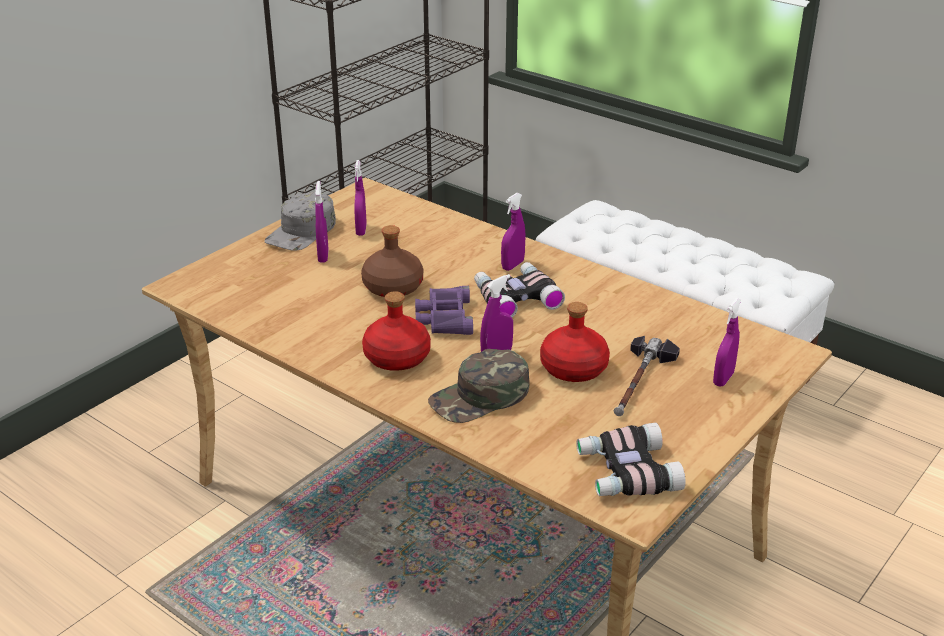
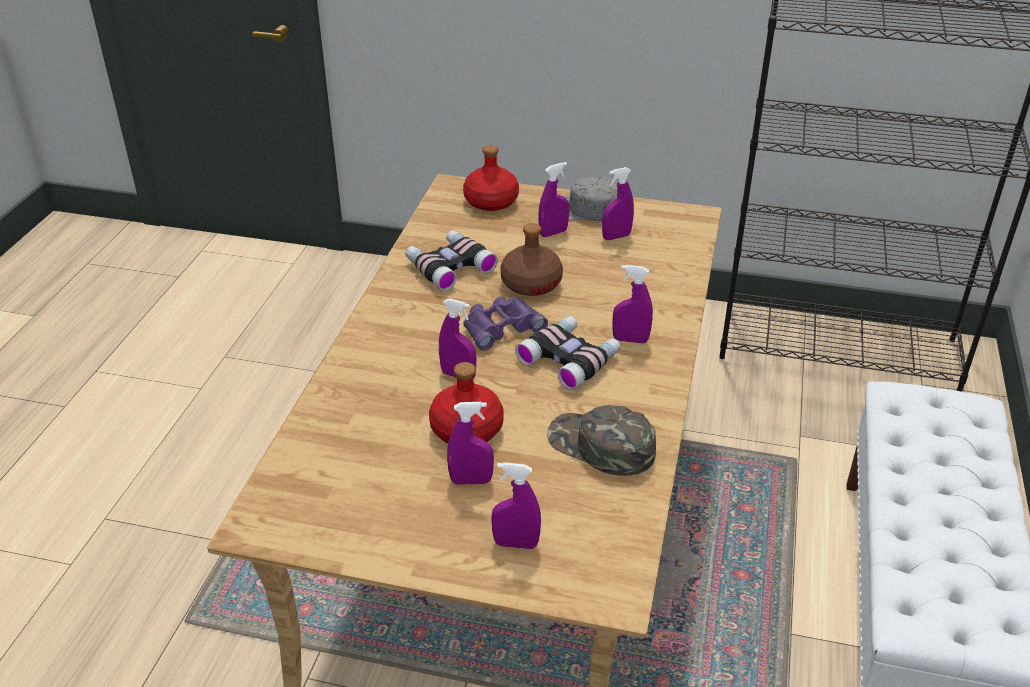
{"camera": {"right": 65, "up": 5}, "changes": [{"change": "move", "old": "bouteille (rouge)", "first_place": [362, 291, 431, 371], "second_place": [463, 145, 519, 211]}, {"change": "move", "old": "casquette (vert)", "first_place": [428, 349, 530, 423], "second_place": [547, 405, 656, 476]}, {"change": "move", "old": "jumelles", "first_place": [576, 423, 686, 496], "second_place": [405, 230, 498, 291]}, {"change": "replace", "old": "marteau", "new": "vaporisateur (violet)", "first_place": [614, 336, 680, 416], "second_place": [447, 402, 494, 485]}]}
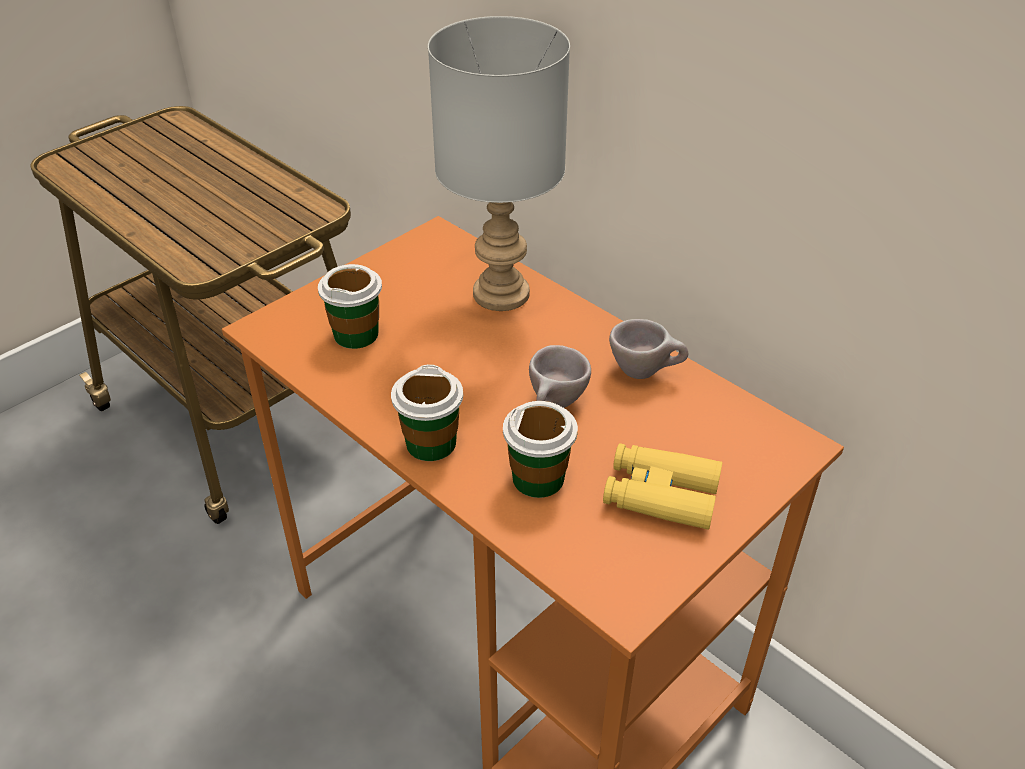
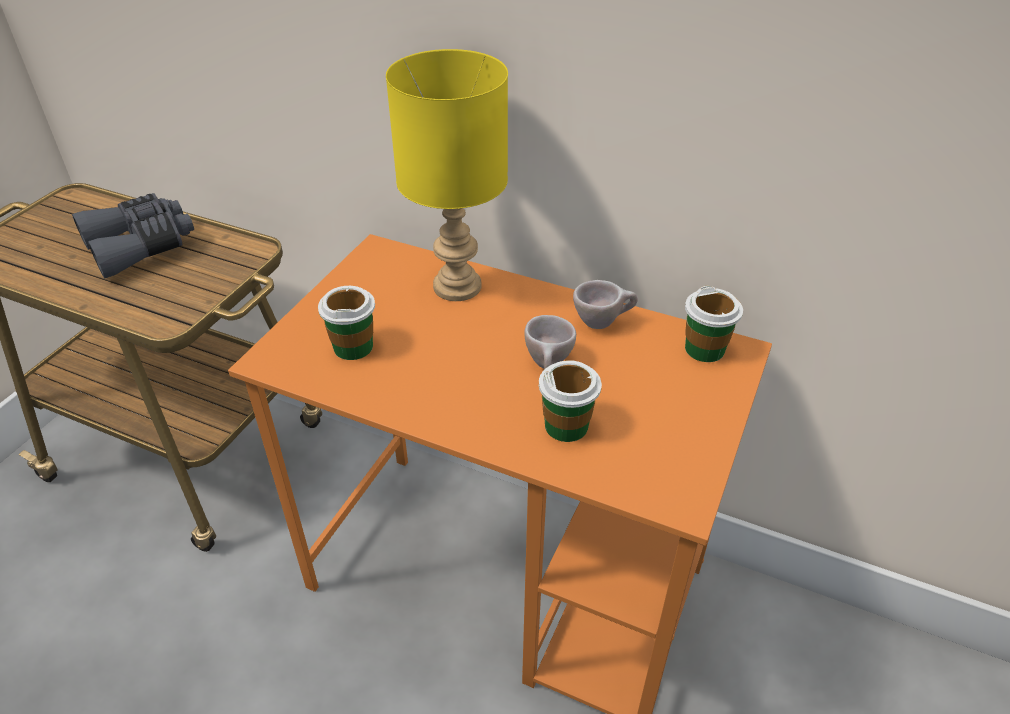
{"camera": {"right": -20, "up": 0}, "changes": [{"change": "move", "old": "tasse", "first_place": [391, 364, 463, 461], "second_place": [685, 286, 743, 362]}, {"change": "recolor", "old": "lampe de table (gris)", "new": "lampe de table (jaune)", "first_place": [428, 16, 570, 311], "second_place": [386, 49, 508, 301]}, {"change": "delete", "old": "jumelles (jaune)", "first_place": [603, 443, 722, 530]}, {"change": "insert", "new": "jumelles (gris)", "second_place": [72, 193, 194, 278]}]}
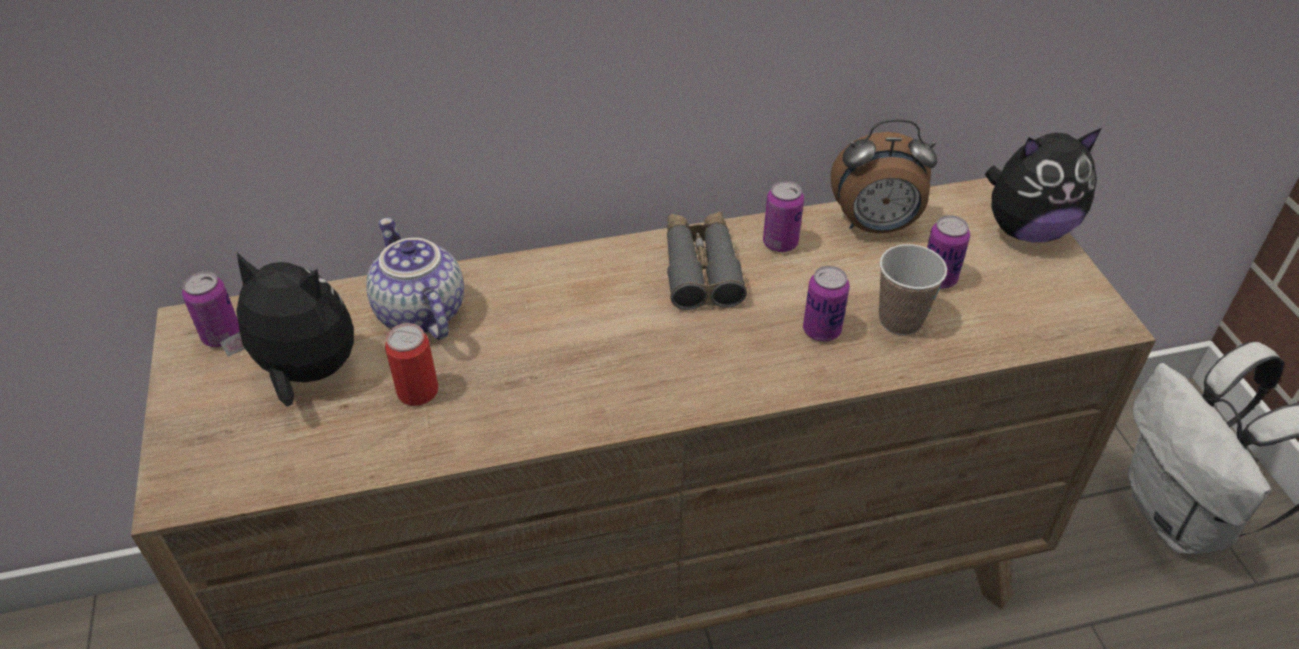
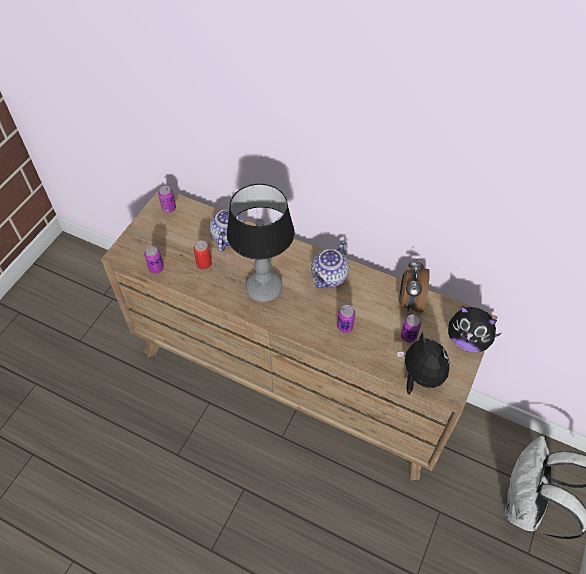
{"camera": {"right": 40, "up": 10}, "changes": [{"change": "move", "old": "peluche", "first_place": [220, 252, 354, 407], "second_place": [397, 332, 450, 394]}, {"change": "replace", "old": "jumelles (gris)", "new": "théière", "first_place": [667, 211, 747, 310], "second_place": [311, 241, 349, 288]}, {"change": "move", "old": "boîte métallique", "first_place": [763, 181, 804, 252], "second_place": [144, 246, 164, 274]}, {"change": "rotate", "old": "réveil", "first_place": [831, 119, 937, 233], "second_place": [399, 259, 430, 313], "degrees": 60}, {"change": "delete", "old": "tasse", "first_place": [879, 244, 947, 335]}, {"change": "insert", "new": "lampe de table", "second_place": [226, 184, 294, 303]}]}
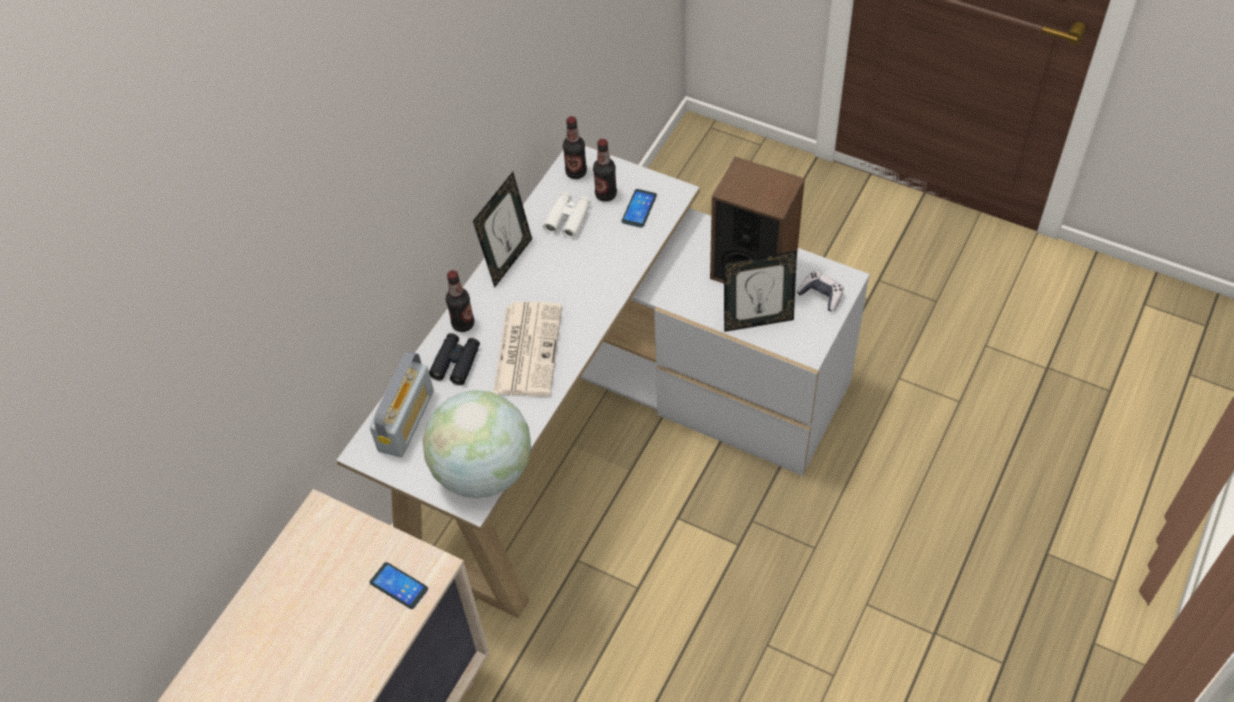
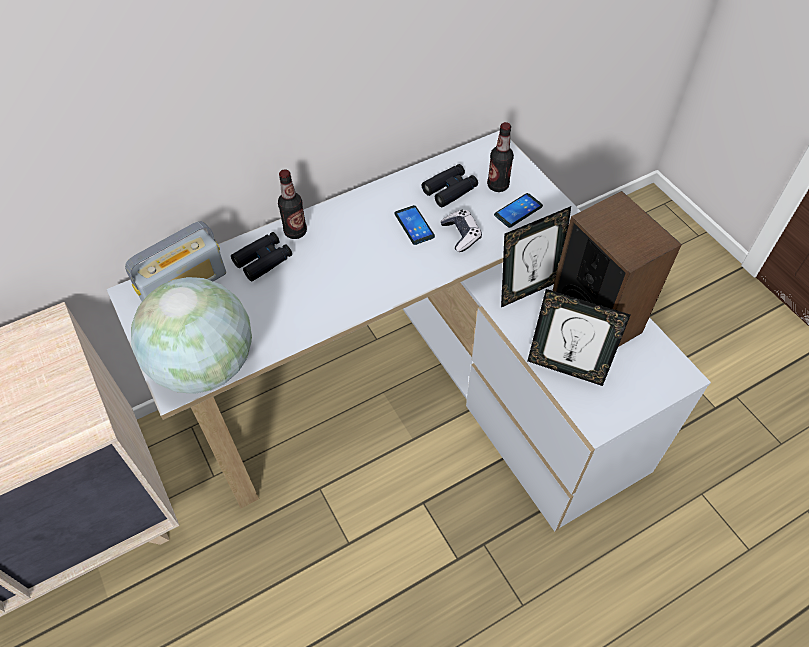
{"camera": {"right": 30, "up": 0}, "changes": [{"change": "move", "old": "téléphone", "first_place": [370, 562, 428, 609], "second_place": [394, 205, 435, 245]}, {"change": "move", "old": "cadre photo", "first_place": [473, 172, 532, 288], "second_place": [501, 206, 571, 307]}, {"change": "delete", "old": "journal", "first_place": [493, 302, 562, 396]}, {"change": "recolor", "old": "jumelles (blanc)", "new": "jumelles (noir)", "first_place": [543, 192, 591, 238], "second_place": [422, 164, 478, 207]}, {"change": "delete", "old": "bouteille", "first_place": [563, 116, 587, 179]}, {"change": "move", "old": "manette", "first_place": [796, 271, 844, 311], "second_place": [441, 210, 482, 252]}]}
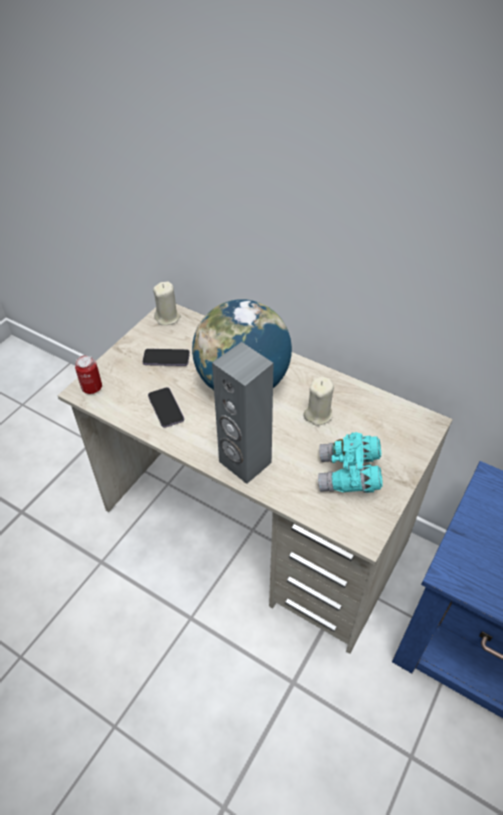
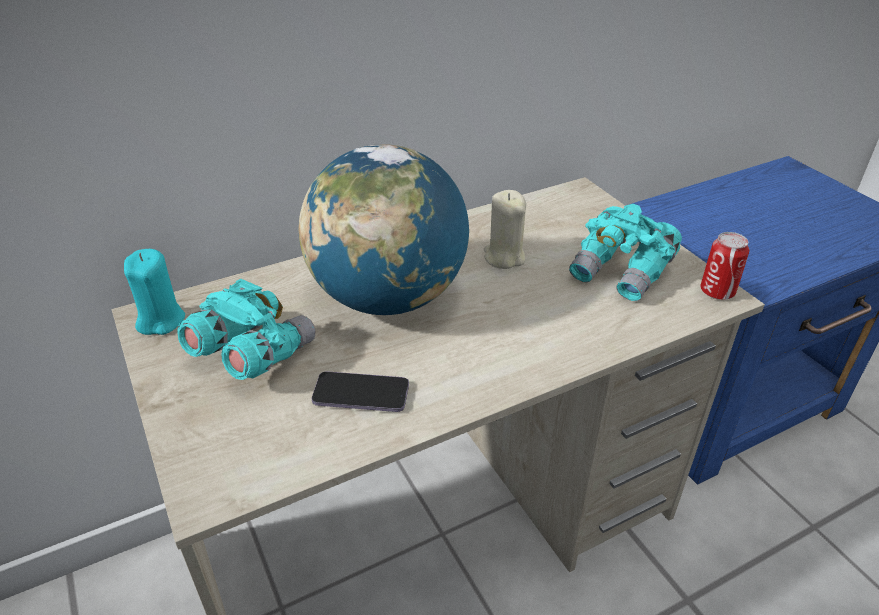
{"camera": {"right": -60, "up": -10}, "changes": [{"change": "move", "old": "boîte métallique", "first_place": [75, 355, 102, 394], "second_place": [700, 232, 749, 300]}, {"change": "replace", "old": "téléphone", "new": "jumelles (turquoise)", "first_place": [142, 349, 190, 366], "second_place": [177, 279, 315, 380]}, {"change": "recolor", "old": "bougie (beige)", "new": "bougie (turquoise)", "first_place": [153, 282, 181, 325], "second_place": [124, 249, 185, 335]}, {"change": "delete", "old": "enceinte (gris)", "first_place": [212, 342, 274, 484]}]}
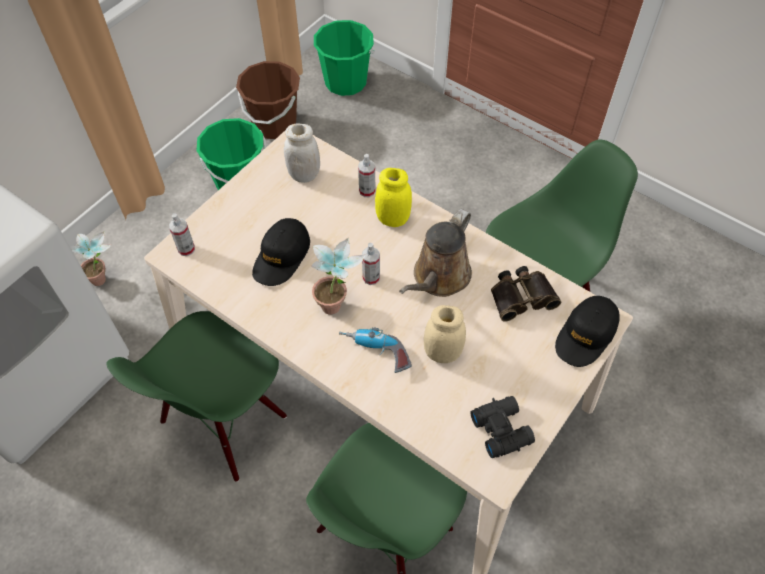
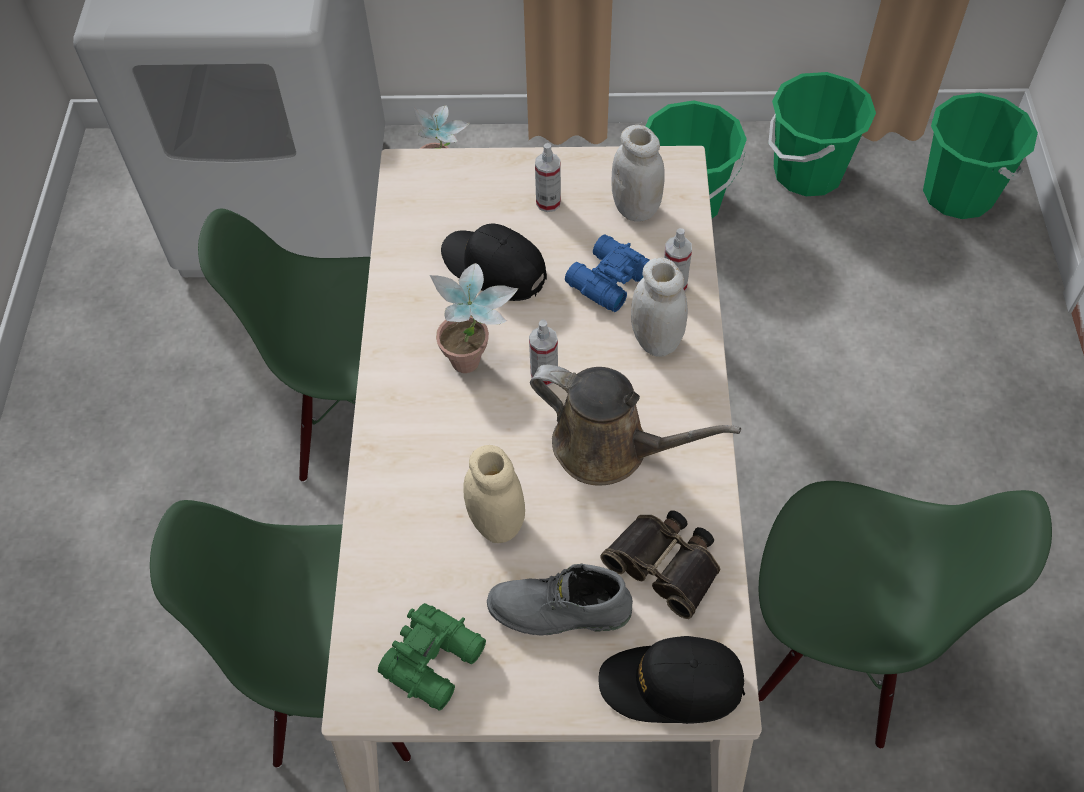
{"camera": {"right": 55, "up": 0}, "changes": [{"change": "move", "old": "vaporisateur", "first_place": [169, 213, 195, 256], "second_place": [535, 143, 561, 212]}, {"change": "recolor", "old": "seau (marron)", "new": "seau (vert)", "first_place": [236, 61, 300, 139], "second_place": [768, 72, 876, 196]}, {"change": "rotate", "old": "casquette (noir)", "first_place": [252, 218, 310, 286], "second_place": [441, 224, 547, 301], "degrees": 45}, {"change": "delete", "old": "perceuse", "first_place": [339, 327, 412, 373]}, {"change": "recolor", "old": "bocal (jaune)", "new": "bocal (blanc)", "first_place": [375, 168, 412, 227], "second_place": [631, 257, 688, 357]}, {"change": "rotate", "old": "arrosoir (marron)", "first_place": [399, 209, 472, 297], "second_place": [530, 364, 741, 486], "degrees": -150}, {"change": "recolor", "old": "jumelles (noir)", "new": "jumelles (vert)", "first_place": [470, 396, 535, 458], "second_place": [378, 603, 486, 710]}, {"change": "insert", "new": "botte (gris)", "second_place": [487, 563, 633, 636]}, {"change": "insert", "new": "jumelles (bleu)", "second_place": [565, 235, 650, 312]}]}
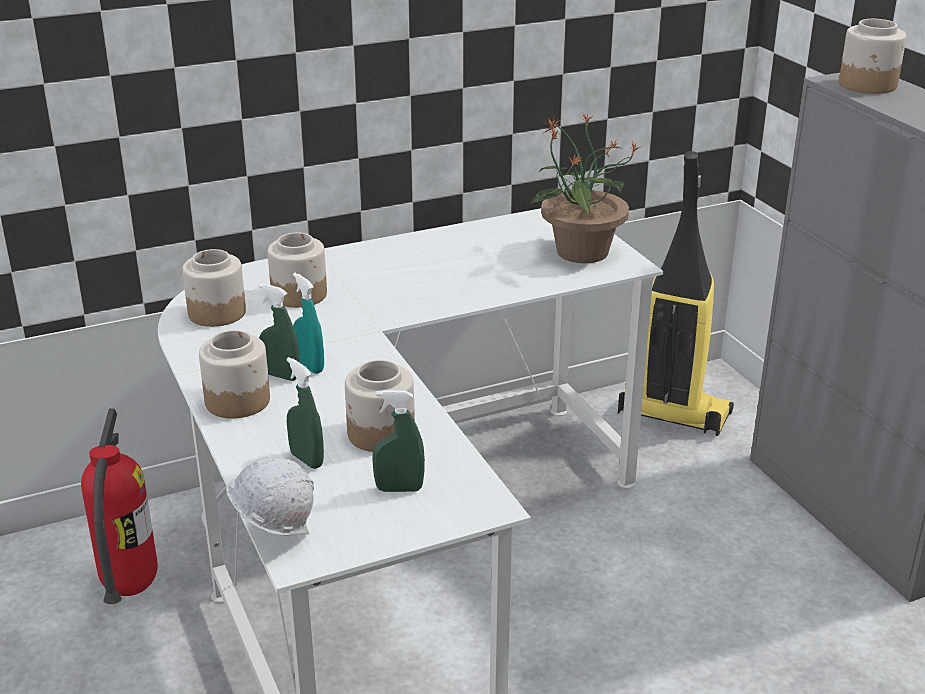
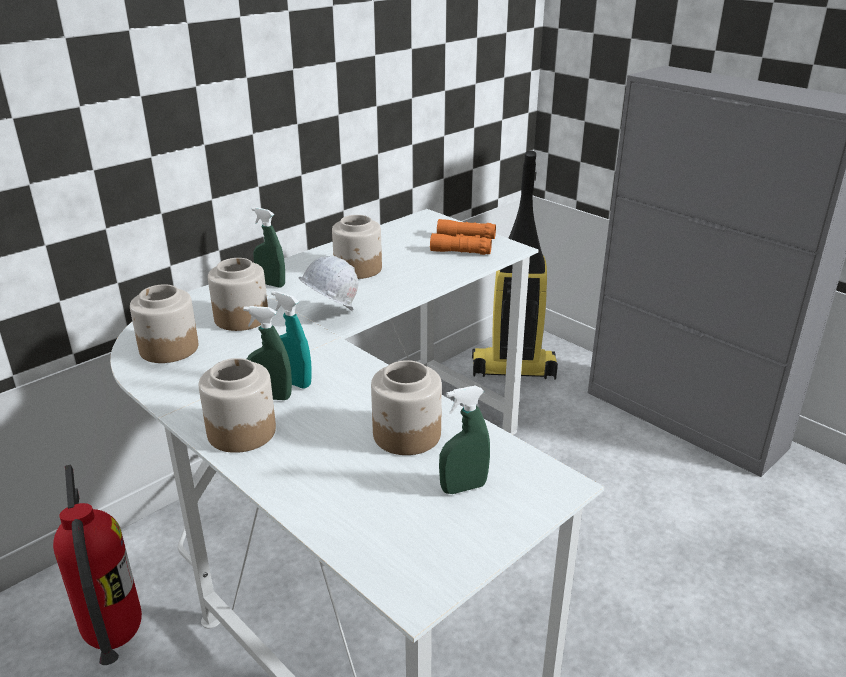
{"camera": {"right": -20, "up": 0}, "changes": [{"change": "move", "old": "casque de chantier (blanc)", "first_place": [226, 457, 314, 536], "second_place": [299, 255, 358, 311]}, {"change": "move", "old": "vaporisateur (vert)", "first_place": [287, 357, 324, 469], "second_place": [252, 207, 285, 288]}, {"change": "replace", "old": "plante en pot", "new": "jumelles (orange)", "first_place": [530, 113, 642, 263], "second_place": [430, 219, 496, 255]}, {"change": "move", "old": "bocal", "first_place": [839, 19, 907, 94], "second_place": [332, 215, 382, 279]}]}
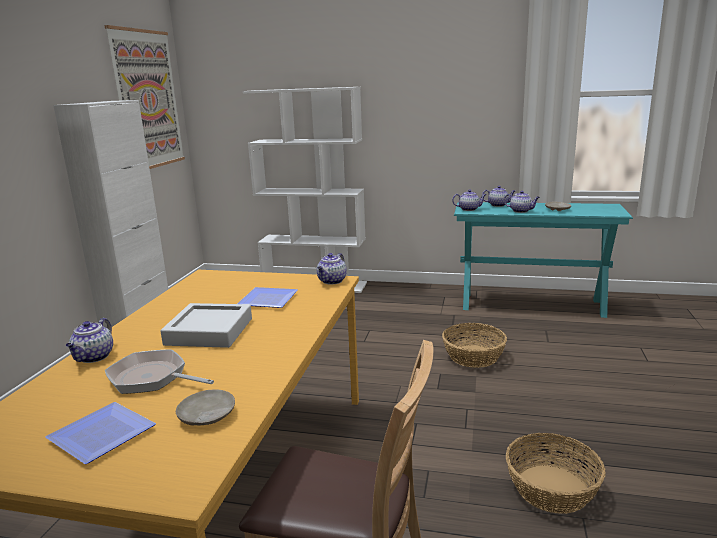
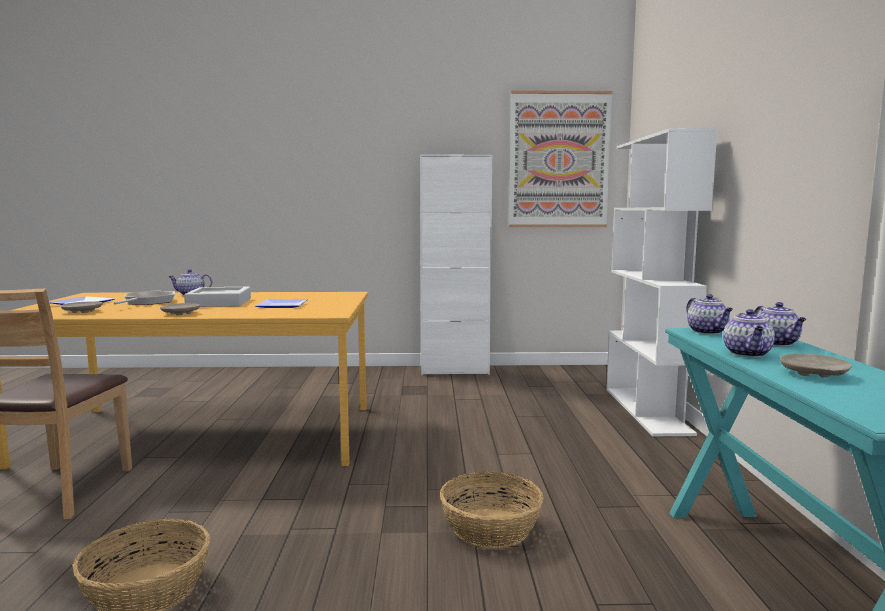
{"camera": {"right": 75, "up": -10}, "changes": [{"change": "delete", "old": "théière", "first_place": [317, 253, 347, 284]}, {"change": "insert", "new": "assiette (beige)", "second_place": [160, 303, 200, 315]}]}
